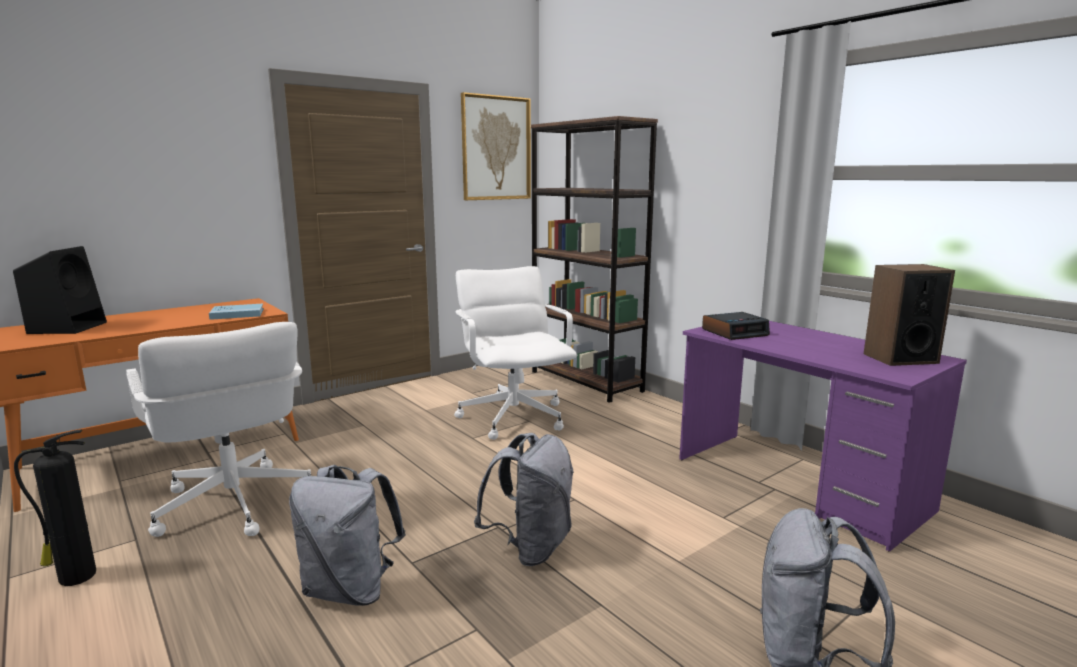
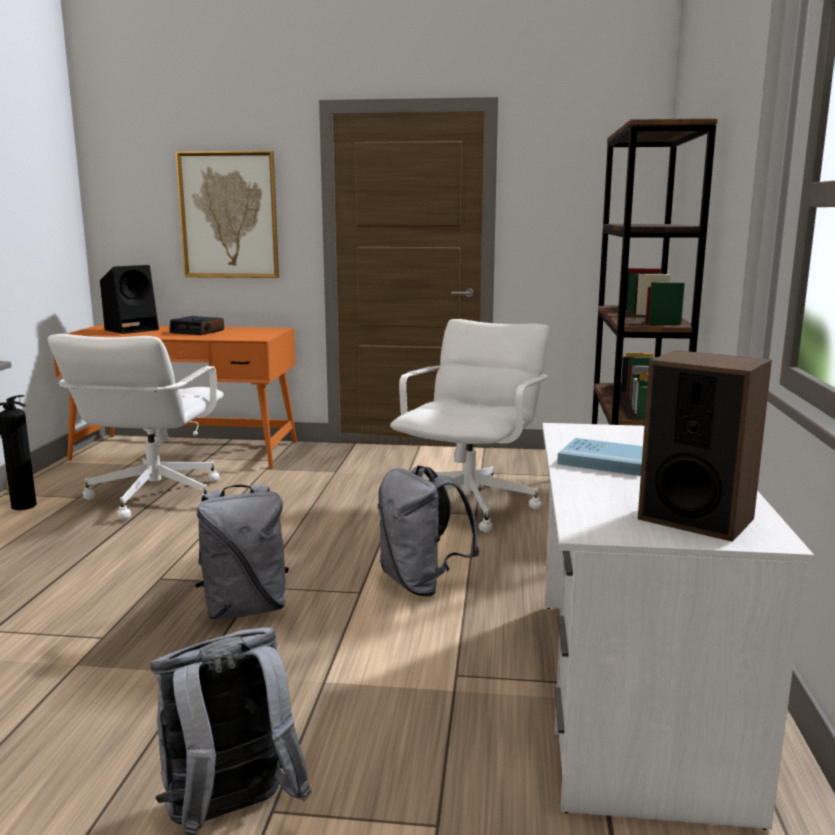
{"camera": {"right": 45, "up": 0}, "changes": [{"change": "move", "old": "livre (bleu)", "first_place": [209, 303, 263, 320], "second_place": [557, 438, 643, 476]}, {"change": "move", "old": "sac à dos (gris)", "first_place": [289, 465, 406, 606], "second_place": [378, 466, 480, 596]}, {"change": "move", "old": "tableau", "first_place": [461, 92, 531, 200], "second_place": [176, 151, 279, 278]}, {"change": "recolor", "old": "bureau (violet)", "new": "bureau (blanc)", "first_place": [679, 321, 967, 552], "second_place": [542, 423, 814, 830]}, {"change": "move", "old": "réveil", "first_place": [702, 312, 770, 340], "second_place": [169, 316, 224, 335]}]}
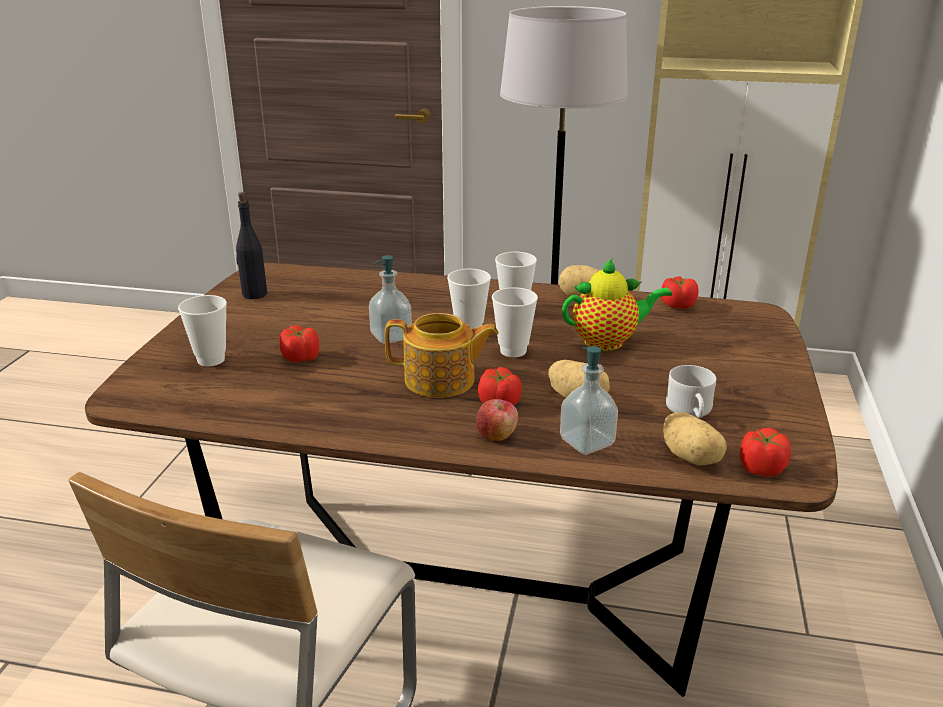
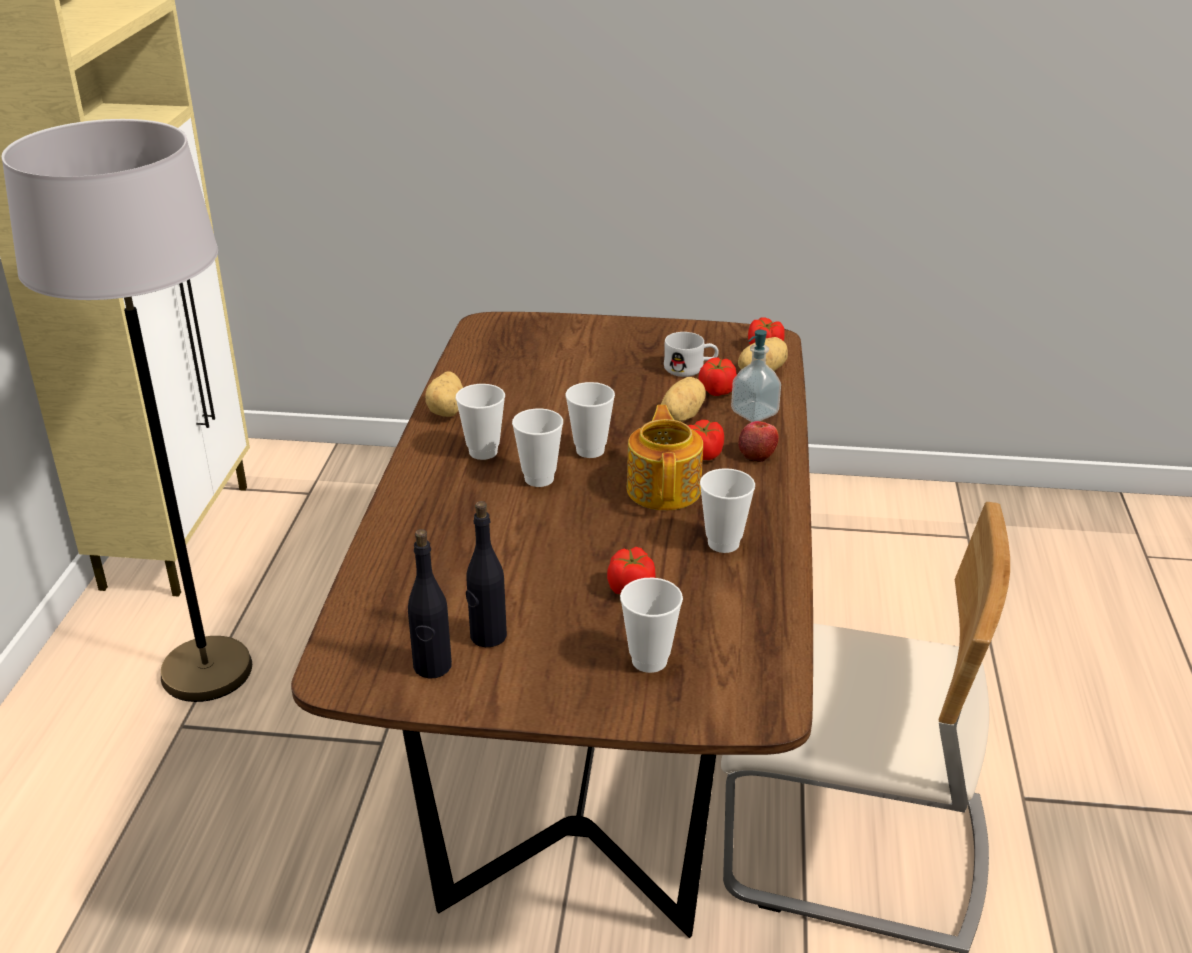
{"camera": {"right": -95, "up": 5}, "changes": [{"change": "delete", "old": "distributeur de savon", "first_place": [369, 255, 412, 344]}, {"change": "delete", "old": "théière", "first_place": [562, 258, 672, 351]}, {"change": "move", "old": "tomate", "first_place": [661, 276, 699, 309], "second_place": [699, 357, 737, 396]}, {"change": "insert", "new": "bouteille (noir)", "second_place": [466, 501, 507, 647]}, {"change": "insert", "new": "tasse", "second_place": [700, 468, 755, 553]}]}
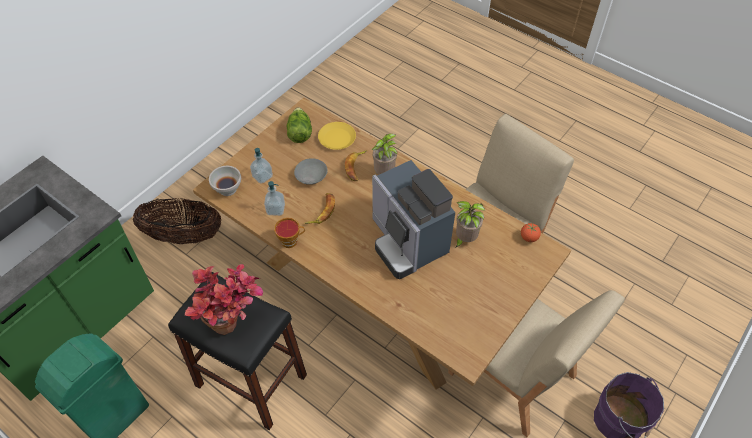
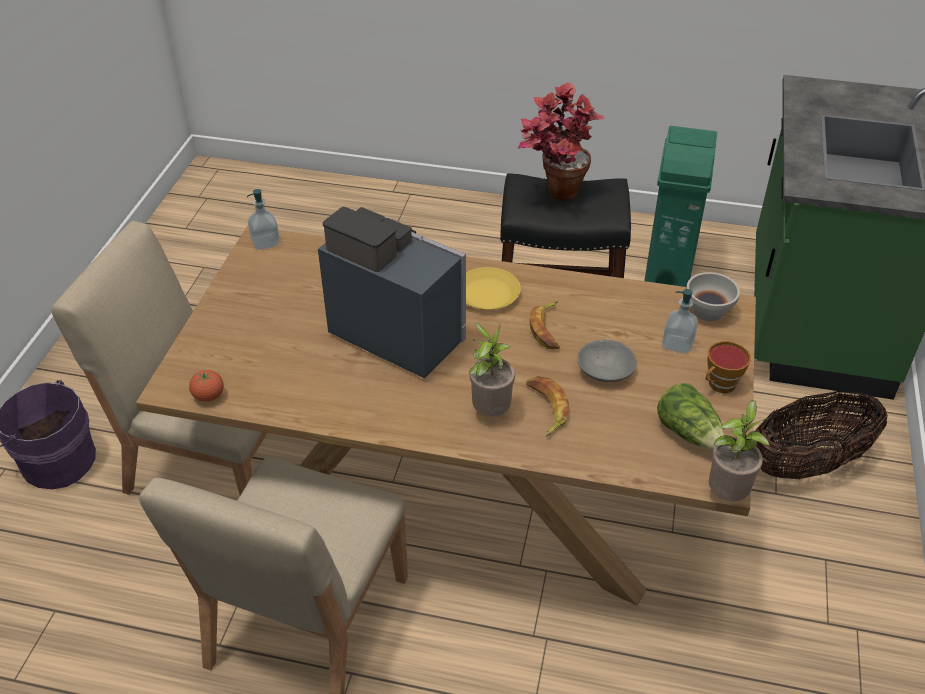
{"camera": {"right": 155, "up": -10}, "changes": [{"change": "move", "old": "distributeur de savon", "first_place": [264, 181, 285, 216], "second_place": [247, 189, 280, 250]}, {"change": "move", "old": "tasse", "first_place": [274, 218, 305, 248], "second_place": [706, 341, 751, 393]}, {"change": "move", "old": "assiette (jaune)", "first_place": [318, 122, 356, 150], "second_place": [466, 267, 521, 310]}, {"change": "move", "old": "plante en pot", "first_place": [455, 201, 485, 248], "second_place": [709, 401, 773, 501]}]}
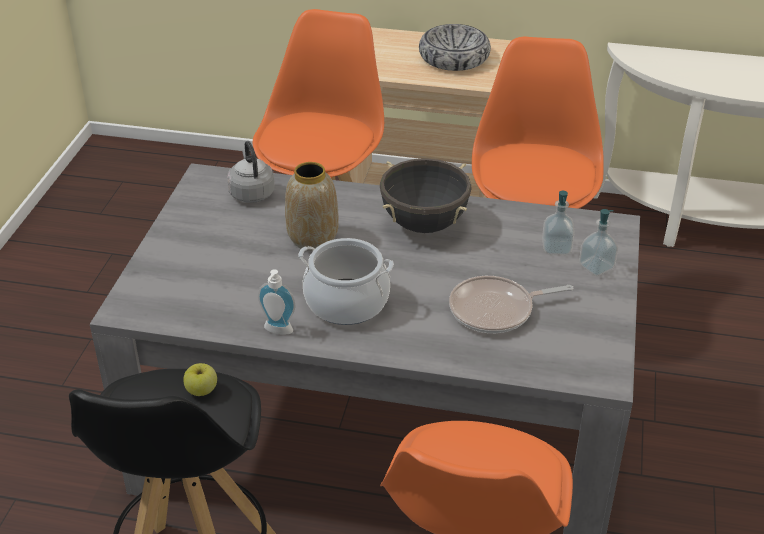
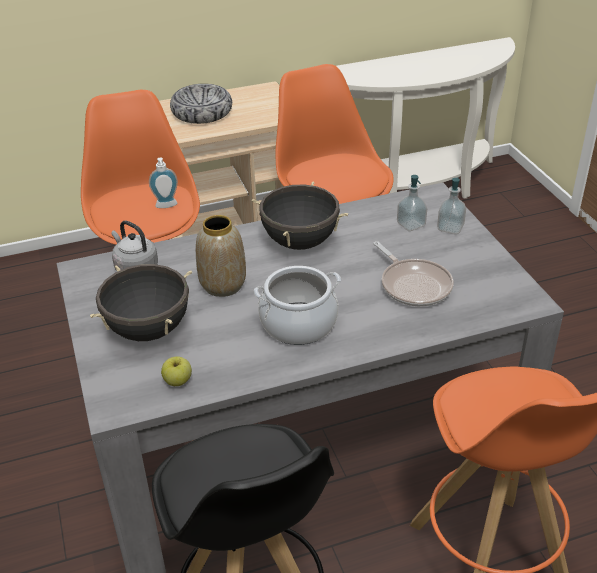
{"camera": {"right": -30, "up": 0}, "changes": [{"change": "move", "old": "pomme", "first_place": [184, 363, 217, 396], "second_place": [161, 357, 192, 386]}, {"change": "move", "old": "distributeur de savon", "first_place": [258, 269, 295, 335], "second_place": [149, 158, 178, 208]}, {"change": "rotate", "old": "poêle", "first_place": [449, 276, 573, 333], "second_place": [373, 241, 454, 306], "degrees": -75}, {"change": "insert", "new": "marmite (noir)", "second_place": [90, 264, 192, 341]}]}
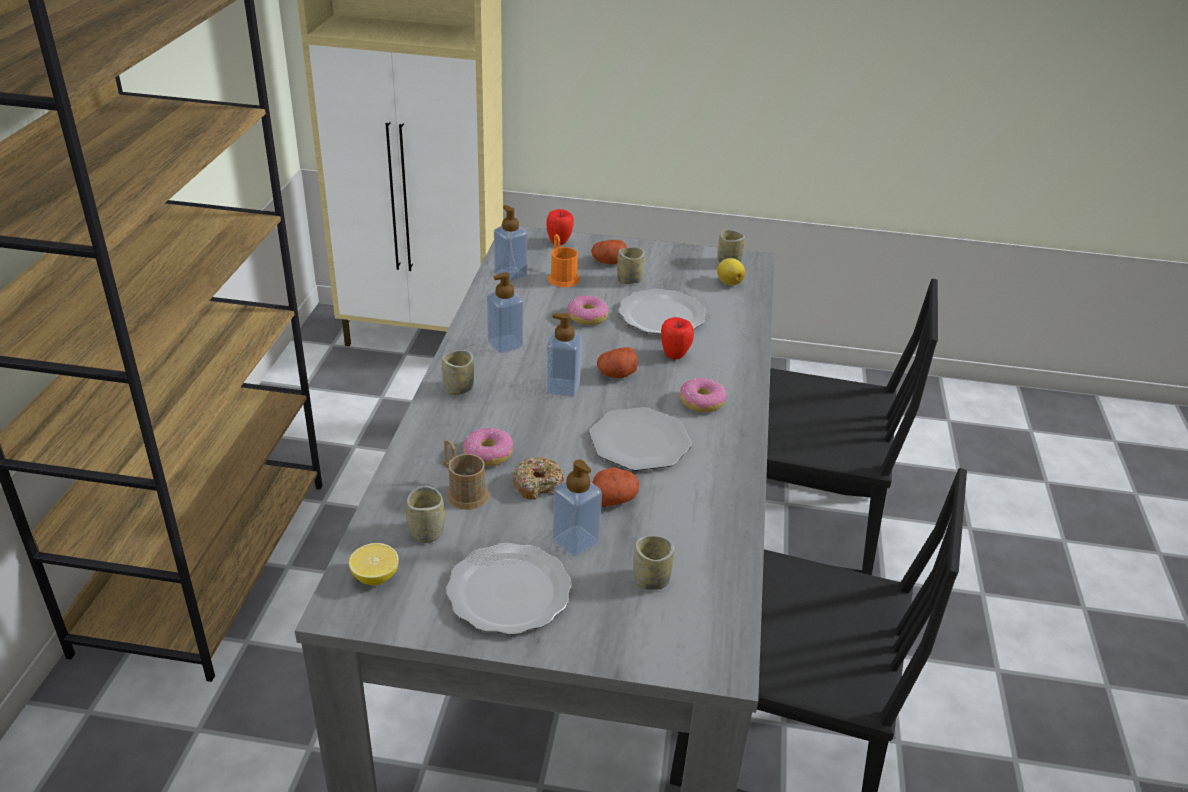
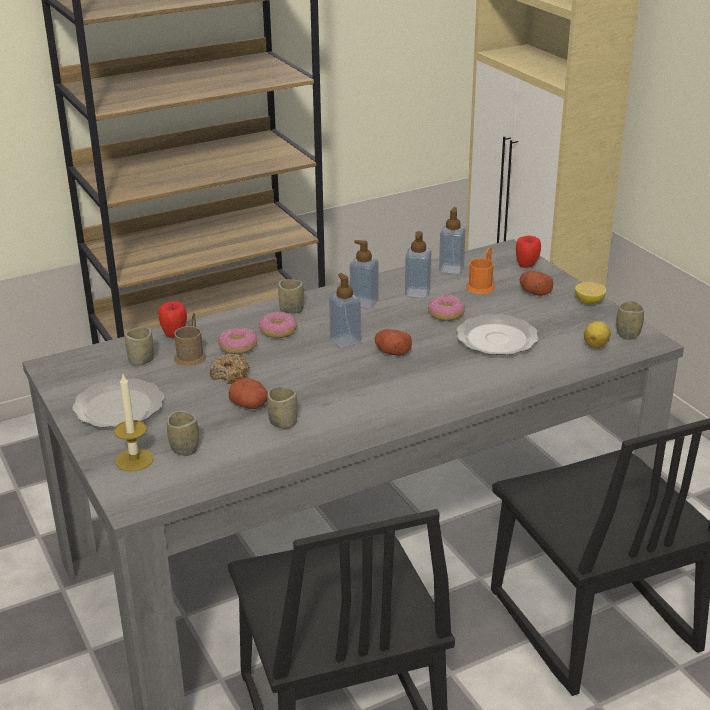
{"camera": {"right": 55, "up": -5}, "changes": [{"change": "move", "old": "citron", "first_place": [349, 543, 399, 585], "second_place": [575, 282, 606, 305]}, {"change": "move", "old": "distributeur de savon", "first_place": [553, 459, 602, 557], "second_place": [405, 231, 432, 298]}, {"change": "delete", "old": "assiette", "first_place": [589, 407, 692, 471]}, {"change": "move", "old": "tasse", "first_place": [617, 247, 645, 284], "second_place": [267, 387, 298, 429]}, {"change": "move", "old": "pomme", "first_place": [661, 317, 694, 359], "second_place": [158, 301, 187, 338]}, {"change": "move", "old": "beignet", "first_place": [680, 378, 726, 412], "second_place": [259, 312, 297, 338]}, {"change": "insert", "new": "bougie", "second_place": [114, 374, 154, 472]}]}
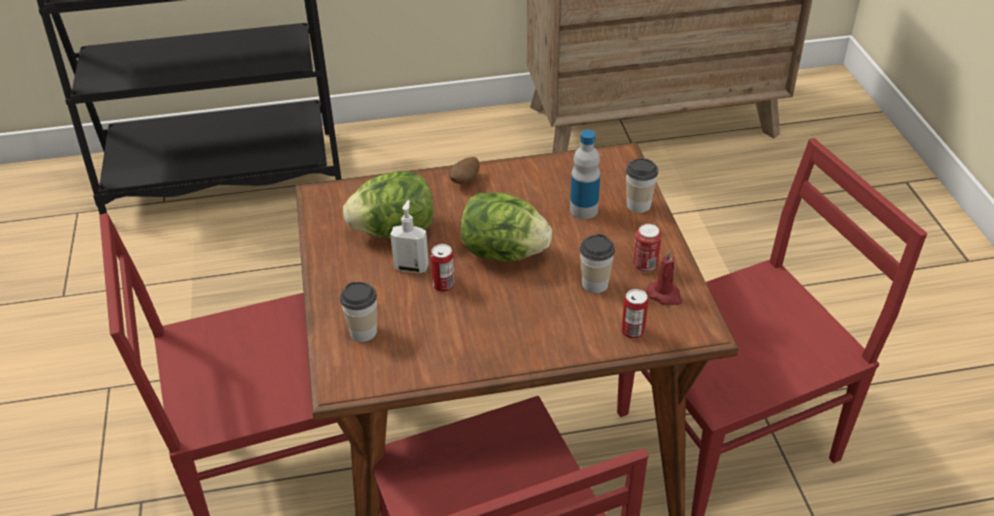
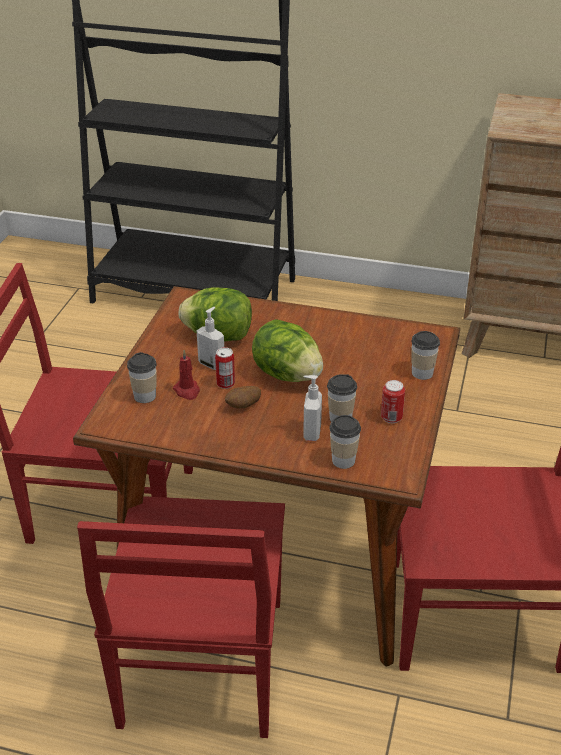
{"camera": {"right": 25, "up": -5}, "changes": [{"change": "move", "old": "pomme de terre", "first_place": [449, 157, 480, 184], "second_place": [225, 386, 261, 408]}, {"change": "delete", "old": "bouteille", "first_place": [570, 130, 600, 219]}, {"change": "replace", "old": "boîte métallique", "new": "tasse", "first_place": [621, 289, 648, 339], "second_place": [329, 415, 361, 469]}, {"change": "move", "old": "bougie (rouge)", "first_place": [647, 250, 682, 305], "second_place": [173, 350, 200, 400]}, {"change": "insert", "new": "distributeur de savon", "second_place": [303, 375, 322, 441]}]}
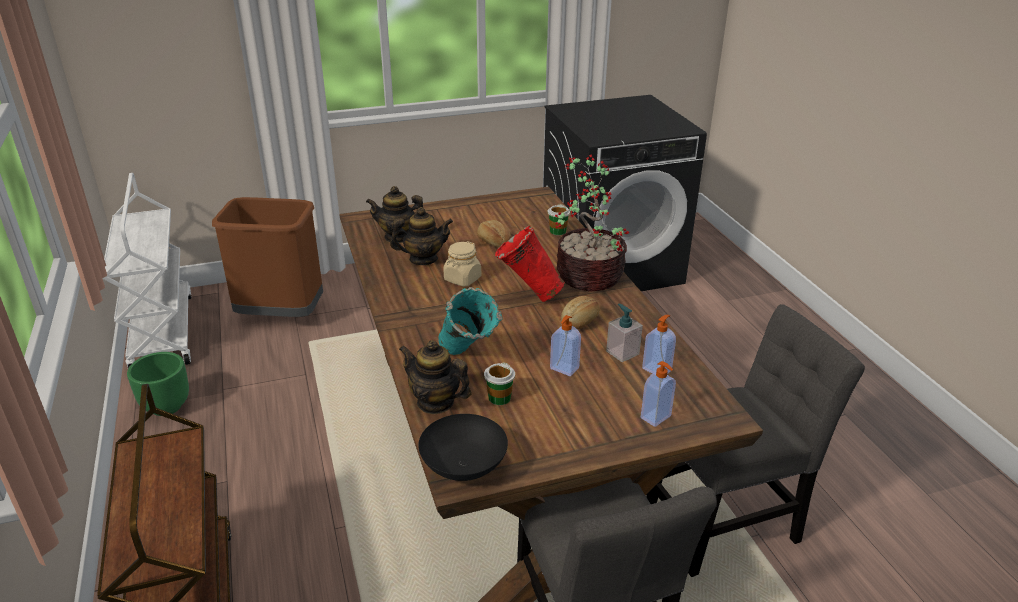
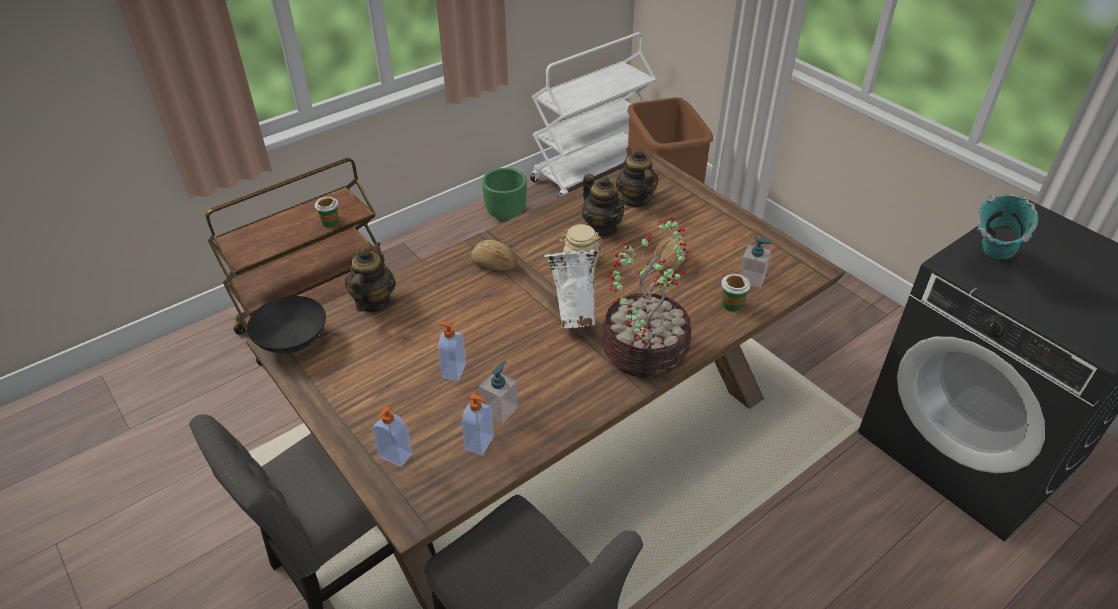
{"camera": {"right": 70, "up": 10}, "changes": [{"change": "move", "old": "vase (turquoise)", "first_place": [439, 287, 503, 355], "second_place": [977, 194, 1038, 260]}, {"change": "move", "old": "tasse", "first_place": [484, 363, 515, 405], "second_place": [315, 197, 339, 227]}, {"change": "recolor", "old": "vase (rouge)", "new": "vase (blanc)", "first_place": [495, 225, 565, 302], "second_place": [544, 250, 599, 328]}, {"change": "move", "old": "pain", "first_place": [561, 296, 600, 330], "second_place": [471, 240, 517, 271]}, {"change": "insert", "new": "distributeur de savon", "second_place": [740, 237, 772, 288]}]}
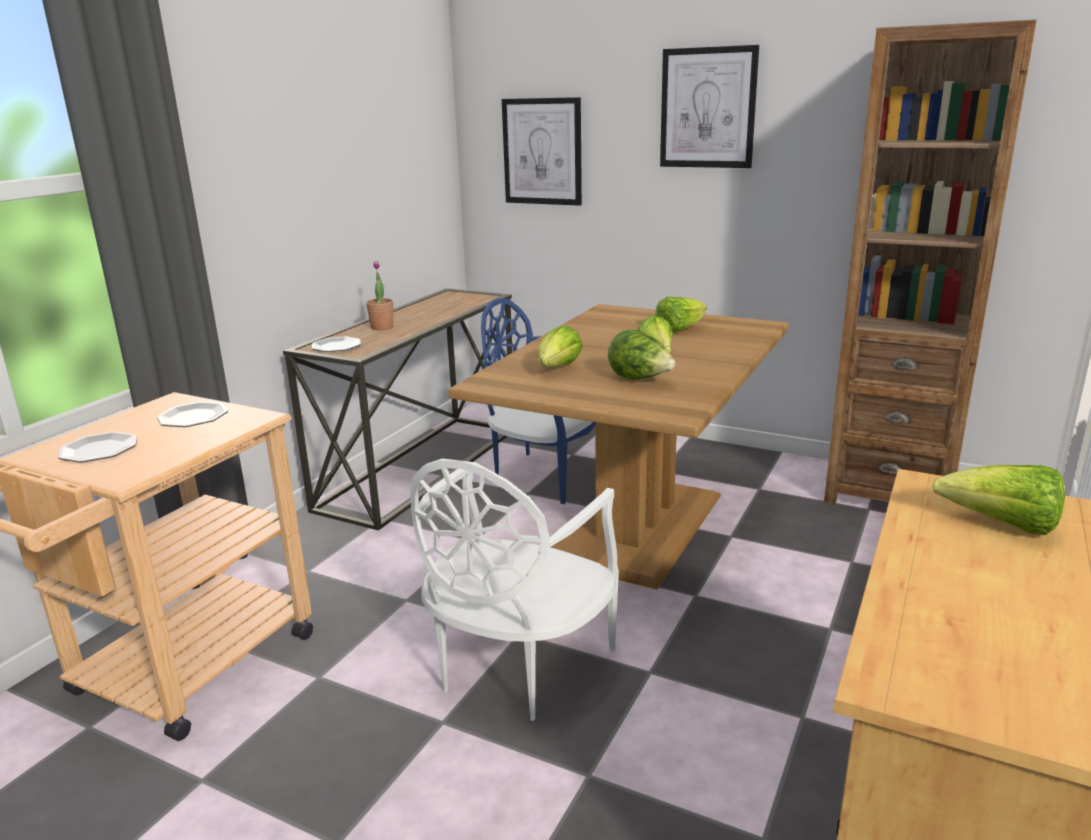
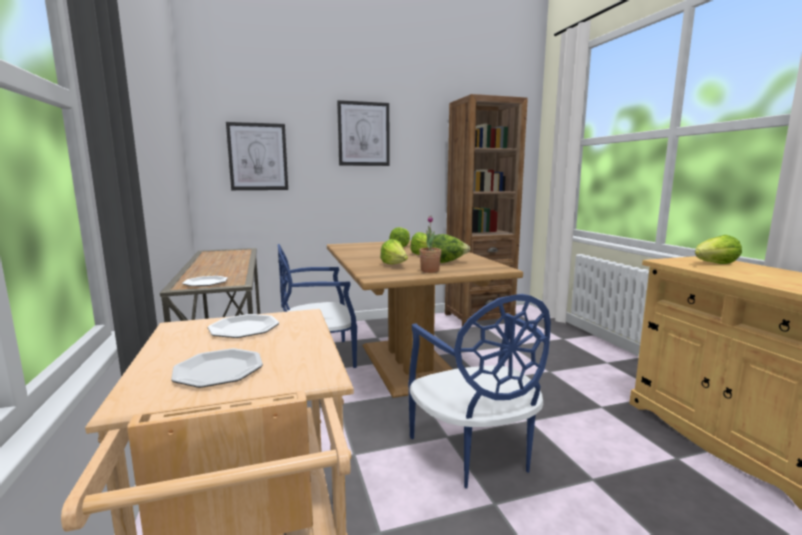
{"camera": {"right": -45, "up": -10}, "changes": [{"change": "move", "old": "plante en pot", "first_place": [366, 261, 393, 330], "second_place": [419, 216, 441, 273]}, {"change": "recolor", "old": "chaise (blanc)", "new": "chaise (bleu)", "first_place": [410, 458, 619, 721], "second_place": [408, 294, 551, 489]}]}
